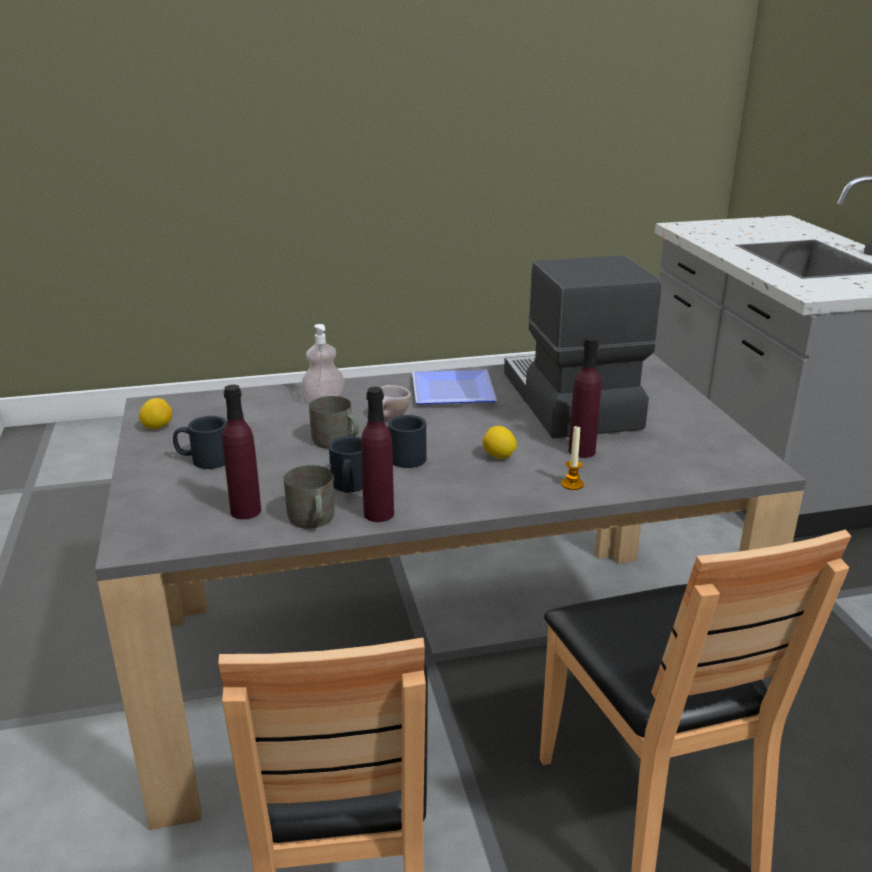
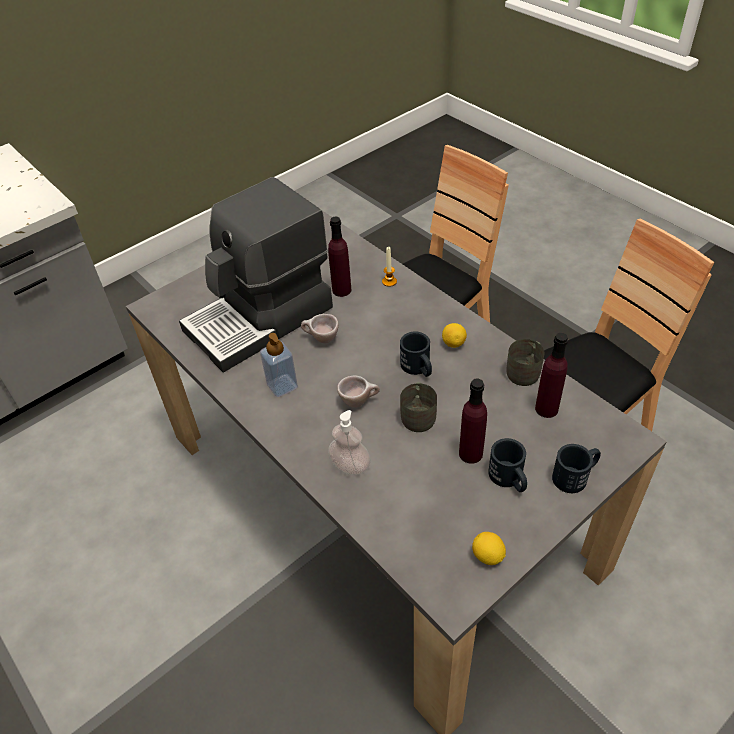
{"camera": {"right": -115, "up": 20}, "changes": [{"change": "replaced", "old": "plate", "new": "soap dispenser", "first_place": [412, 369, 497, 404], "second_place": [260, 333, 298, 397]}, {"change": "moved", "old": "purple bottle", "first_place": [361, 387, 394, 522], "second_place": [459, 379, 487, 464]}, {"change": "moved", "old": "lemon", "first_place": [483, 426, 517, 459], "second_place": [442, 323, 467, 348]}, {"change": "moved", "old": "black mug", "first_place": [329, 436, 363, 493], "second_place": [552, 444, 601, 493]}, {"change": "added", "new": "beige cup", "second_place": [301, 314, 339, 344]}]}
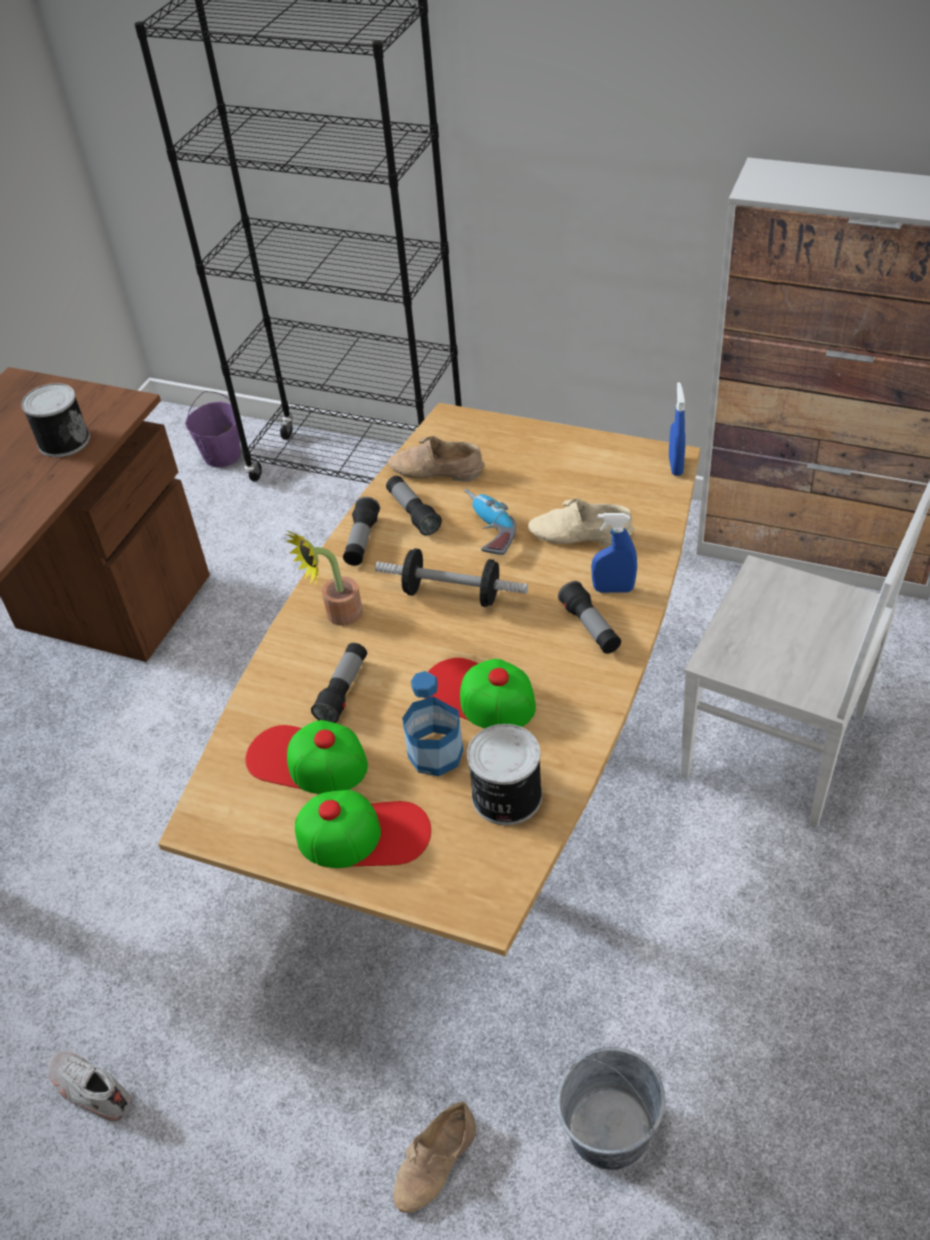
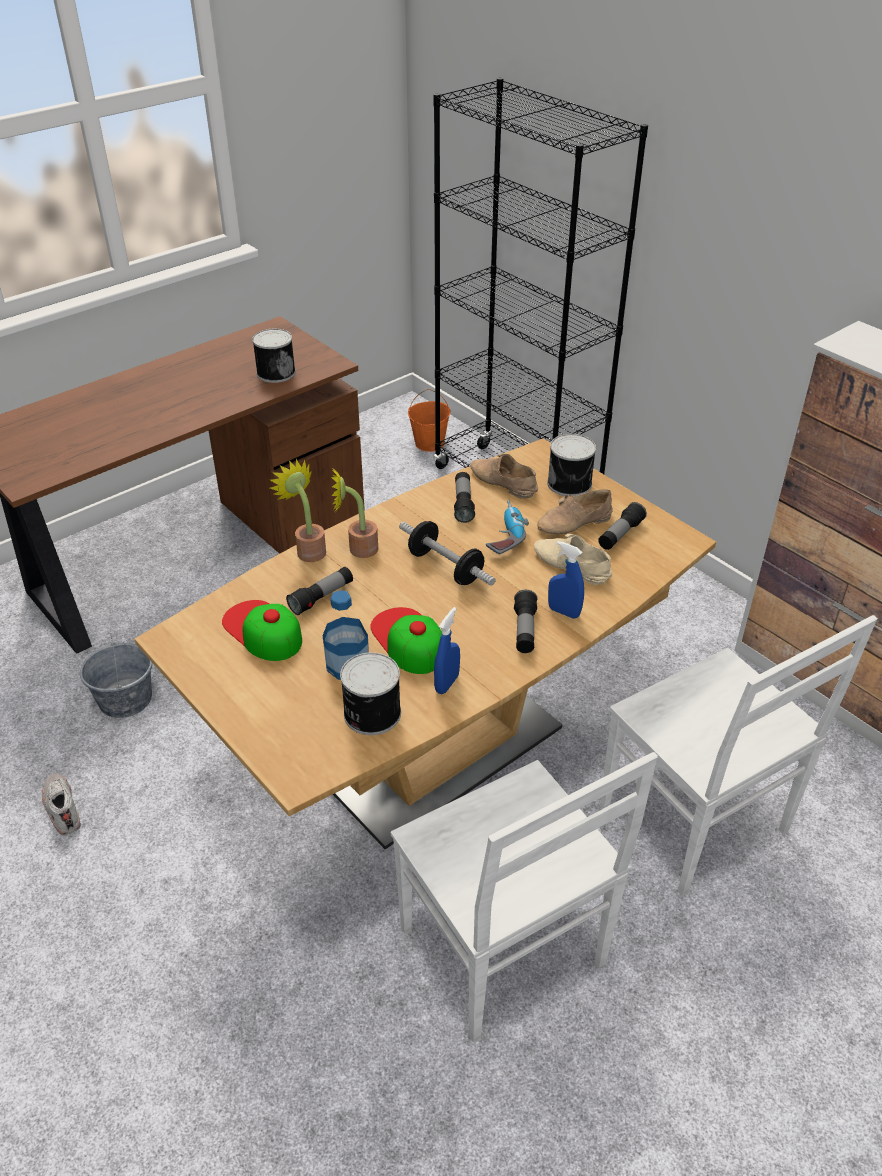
{"camera": {"right": 25, "up": -5}, "changes": [{"change": "moved", "old": "blue spray bottle", "first_place": [669, 382, 685, 476], "second_place": [434, 607, 460, 694]}, {"change": "recoloured", "old": "purple bucket", "new": "orange bucket", "first_place": [185, 391, 241, 467], "second_place": [408, 389, 451, 452]}, {"change": "moved", "old": "flashlight", "first_place": [343, 497, 380, 566], "second_place": [598, 502, 647, 550]}, {"change": "removed", "old": "cap", "first_place": [295, 790, 431, 868]}, {"change": "moved", "old": "grey bucket", "first_place": [557, 1047, 665, 1170], "second_place": [80, 636, 152, 718]}, {"change": "moved", "old": "beige shoe", "first_place": [393, 1101, 476, 1213], "second_place": [537, 489, 613, 535]}, {"change": "added", "new": "can", "second_place": [547, 434, 596, 496]}, {"change": "added", "new": "potted plant", "second_place": [270, 459, 326, 562]}, {"change": "added", "new": "white chair", "second_place": [391, 752, 658, 1043]}]}
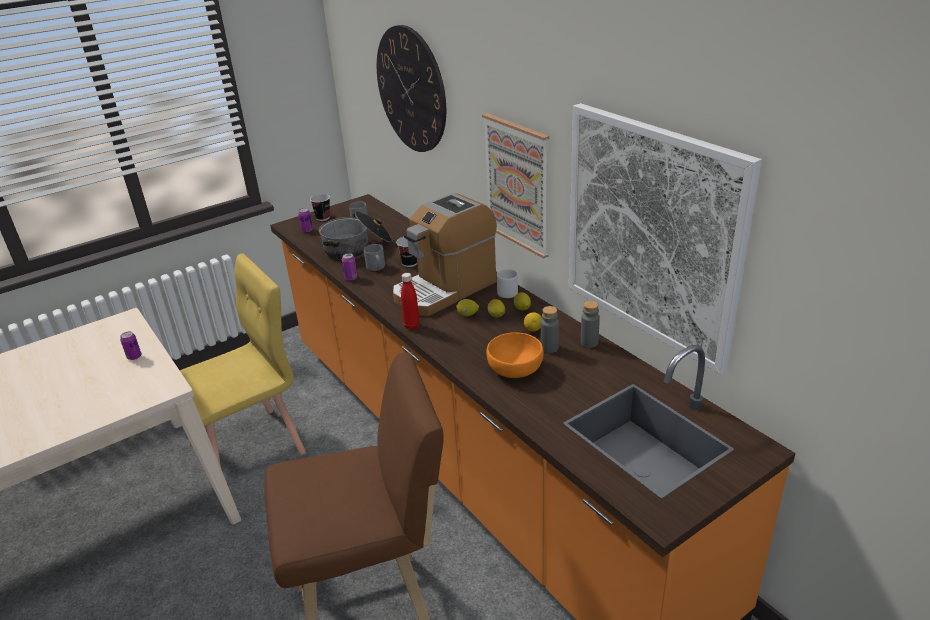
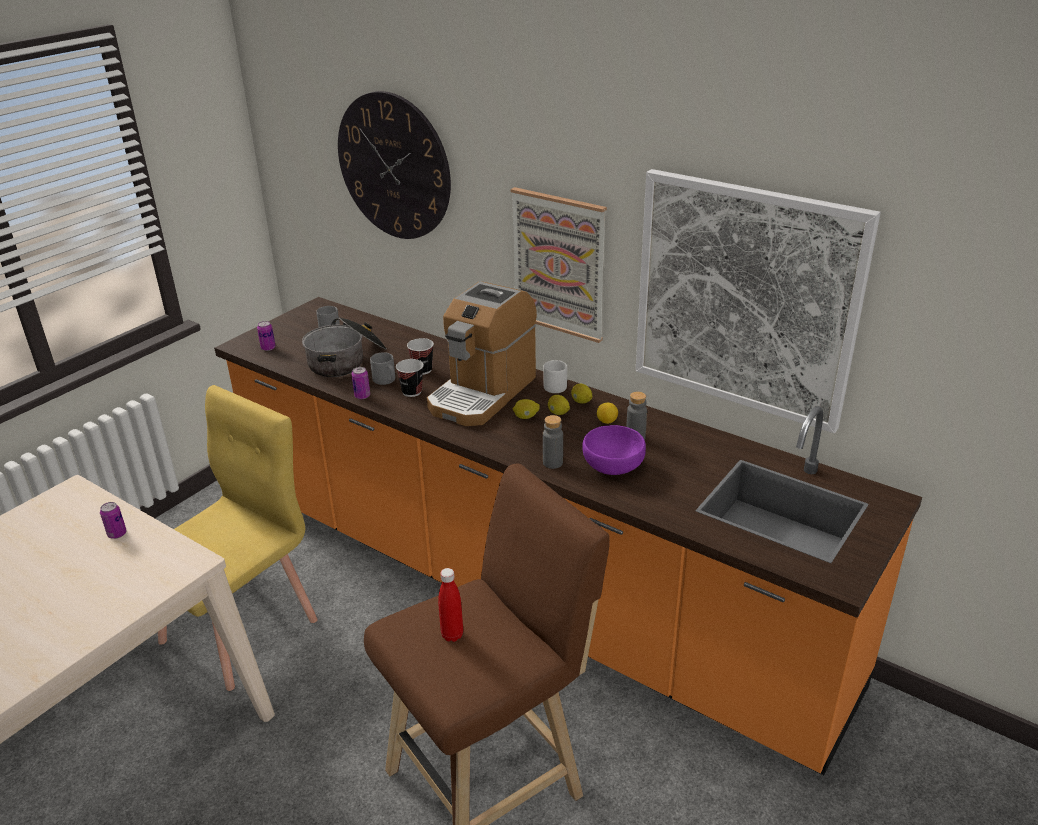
{"camera": {"right": -20, "up": 0}, "changes": [{"change": "moved", "old": "cup", "first_place": [310, 194, 330, 221], "second_place": [396, 359, 424, 397]}, {"change": "moved", "old": "red bottle", "first_place": [401, 273, 420, 330], "second_place": [438, 568, 463, 642]}, {"change": "moved", "old": "grey bottle", "first_place": [581, 301, 600, 348], "second_place": [543, 415, 563, 469]}, {"change": "recoloured", "old": "orange bowl", "new": "purple bowl", "first_place": [486, 332, 544, 378], "second_place": [582, 425, 646, 475]}]}
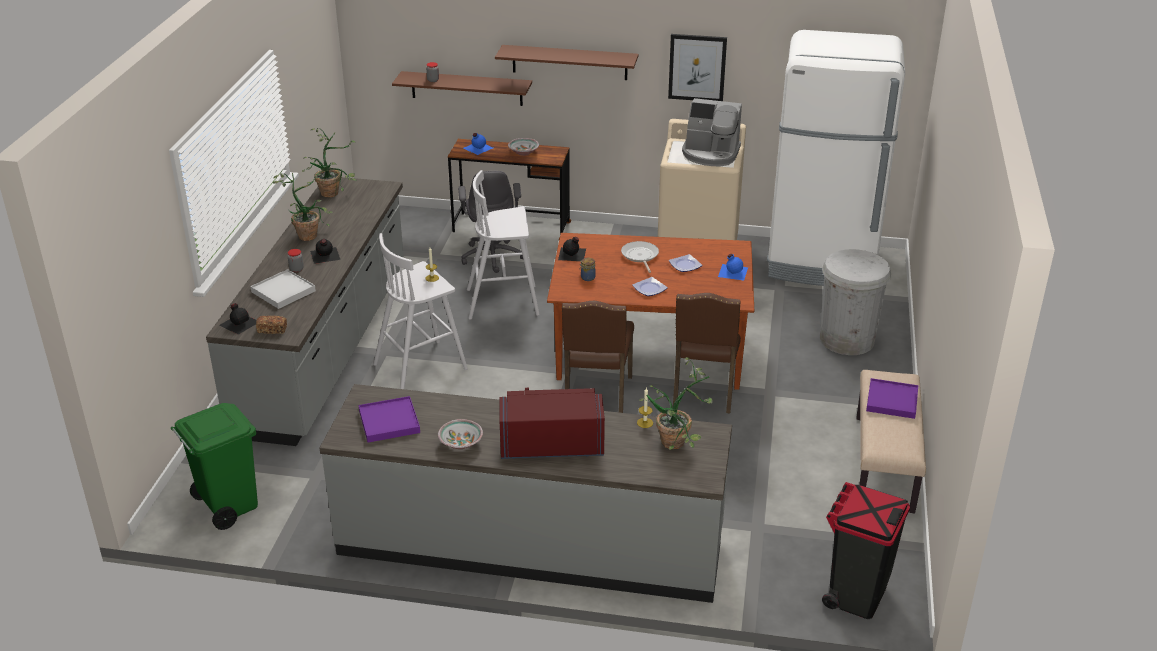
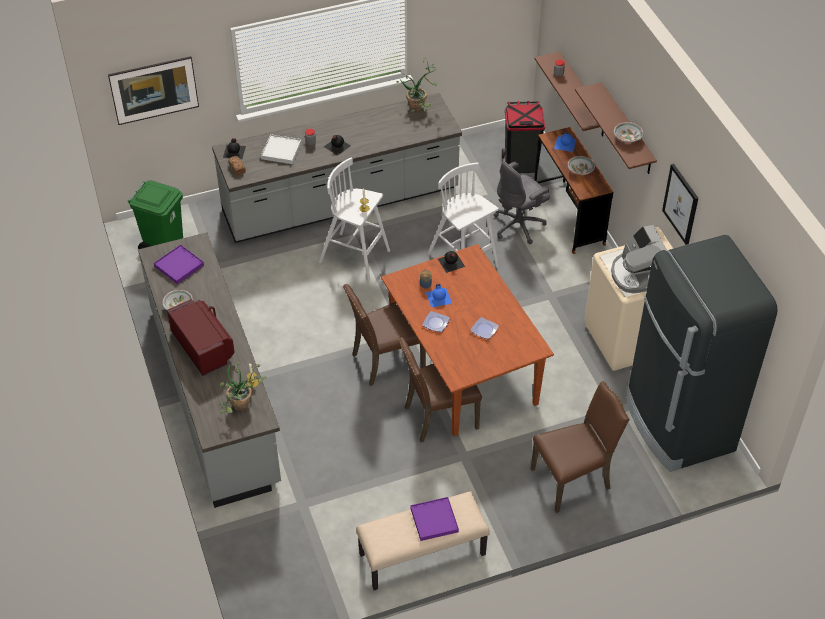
{"camera": {"right": 60, "up": 15}, "changes": [{"change": "recoloured", "old": "white fridge", "new": "black fridge", "first_place": [767, 30, 905, 286], "second_place": [626, 235, 777, 472]}, {"change": "removed", "old": "potted plant", "first_place": [273, 173, 333, 241]}, {"change": "removed", "old": "frying pan", "first_place": [621, 241, 659, 273]}, {"change": "replaced", "old": "white trash can", "new": "brown chair", "first_place": [820, 249, 891, 355], "second_place": [531, 381, 630, 513]}, {"change": "moved", "old": "blue bottle", "first_place": [718, 254, 748, 281], "second_place": [426, 284, 452, 308]}, {"change": "moved", "old": "black trash can", "first_place": [822, 482, 910, 619], "second_place": [502, 101, 545, 173]}, {"change": "added", "new": "picture", "second_place": [108, 56, 199, 125]}, {"change": "added", "new": "bowl", "second_place": [614, 122, 644, 143]}]}
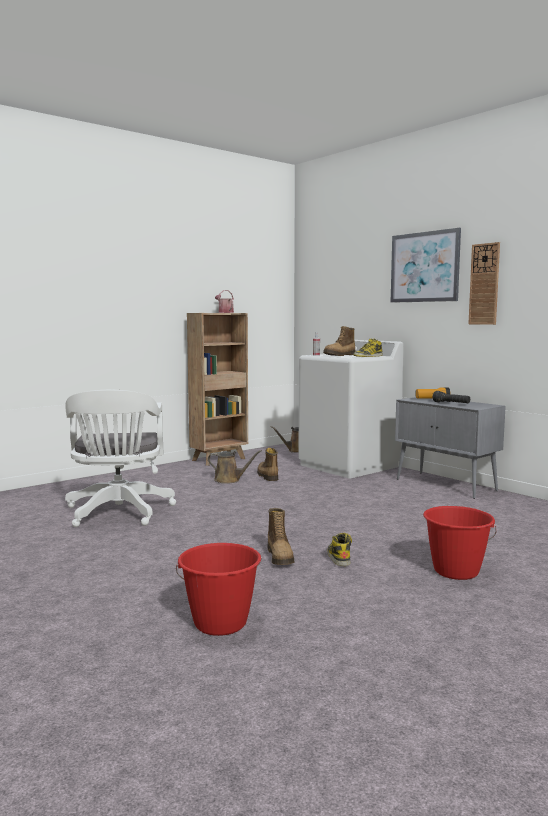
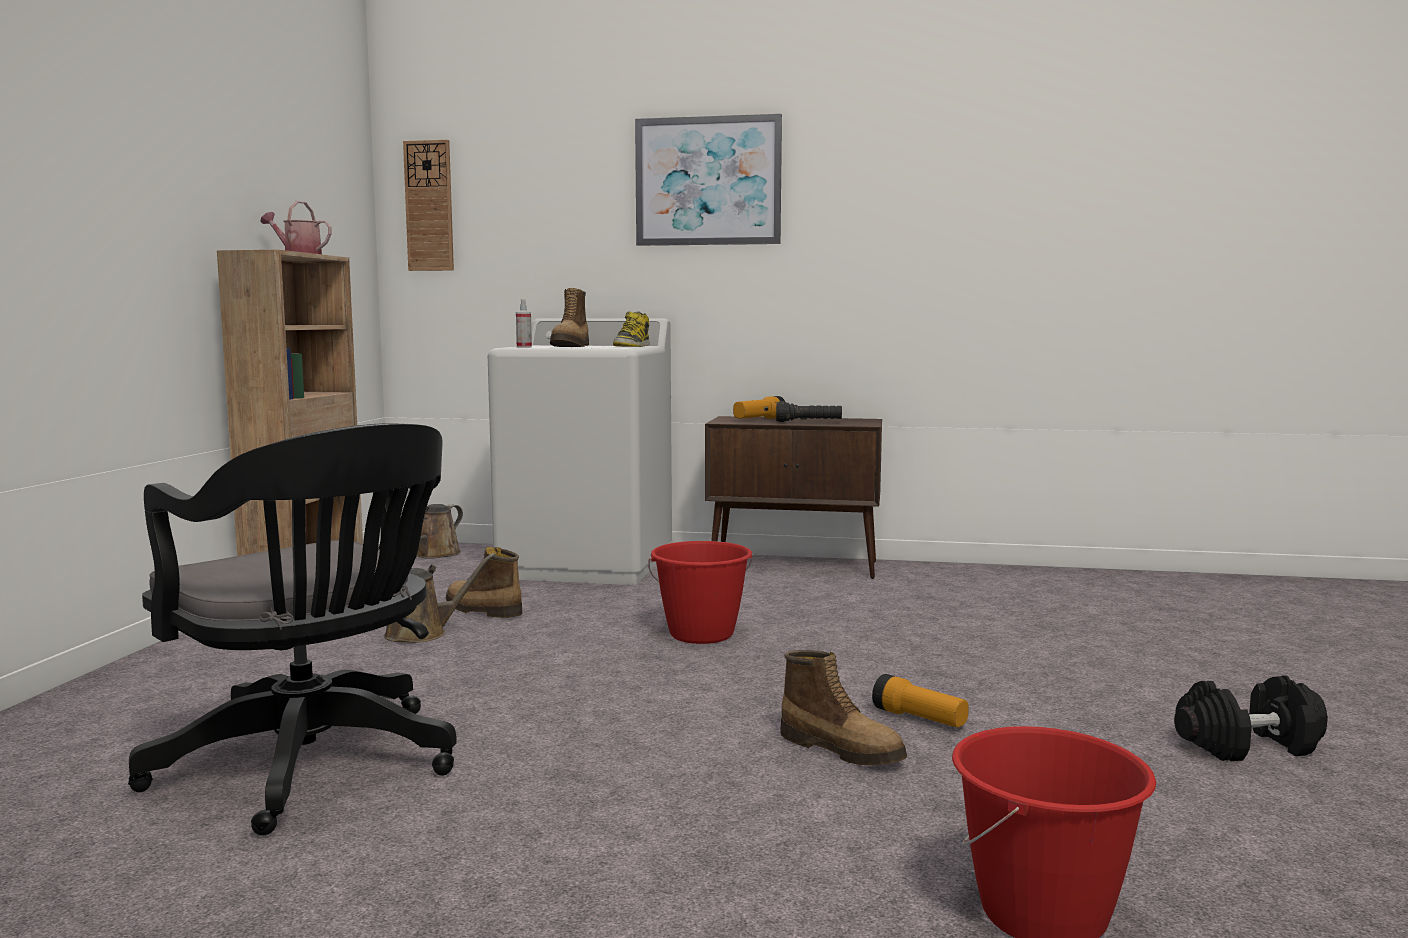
{"camera": {"right": -40, "up": 0}, "changes": [{"change": "moved", "old": "wall clock", "first_place": [468, 242, 500, 325], "second_place": [403, 140, 454, 271]}, {"change": "recoloured", "old": "white office chair", "new": "black office chair", "first_place": [65, 390, 176, 527], "second_place": [128, 423, 457, 836]}, {"change": "recoloured", "old": "grey cabinet", "new": "brown cabinet", "first_place": [395, 397, 506, 499], "second_place": [705, 416, 882, 579]}, {"change": "moved", "old": "red bucket", "first_place": [423, 506, 496, 580], "second_place": [648, 541, 753, 644]}, {"change": "replaced", "old": "boot", "new": "flashlight", "first_place": [328, 533, 352, 566], "second_place": [872, 674, 969, 728]}, {"change": "added", "new": "black dumbbell", "second_place": [1174, 675, 1328, 761]}]}
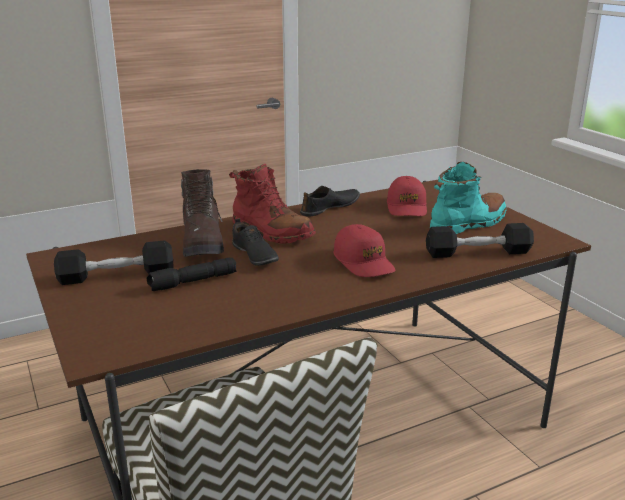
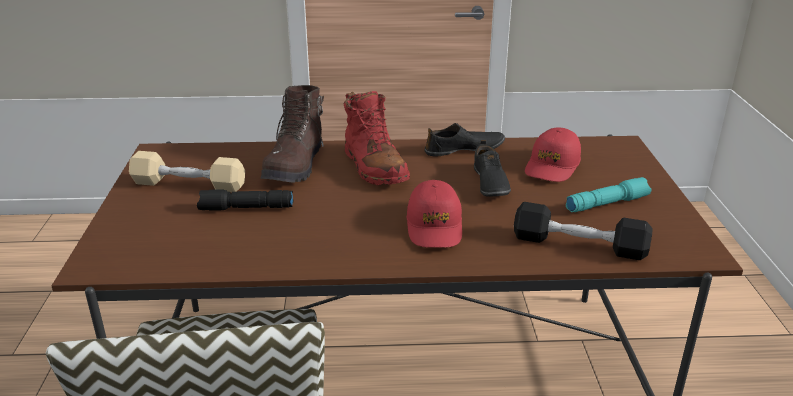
{"camera": {"right": 25, "up": 5}, "changes": [{"change": "replaced", "old": "turquoise boot", "new": "turquoise flashlight", "first_place": [430, 162, 506, 234], "second_place": [566, 177, 651, 212]}, {"change": "moved", "old": "black shoe", "first_place": [232, 218, 279, 266], "second_place": [474, 140, 511, 197]}, {"change": "recoloured", "old": "black dumbbell", "new": "beige dumbbell", "first_place": [54, 240, 174, 285], "second_place": [129, 151, 245, 192]}]}
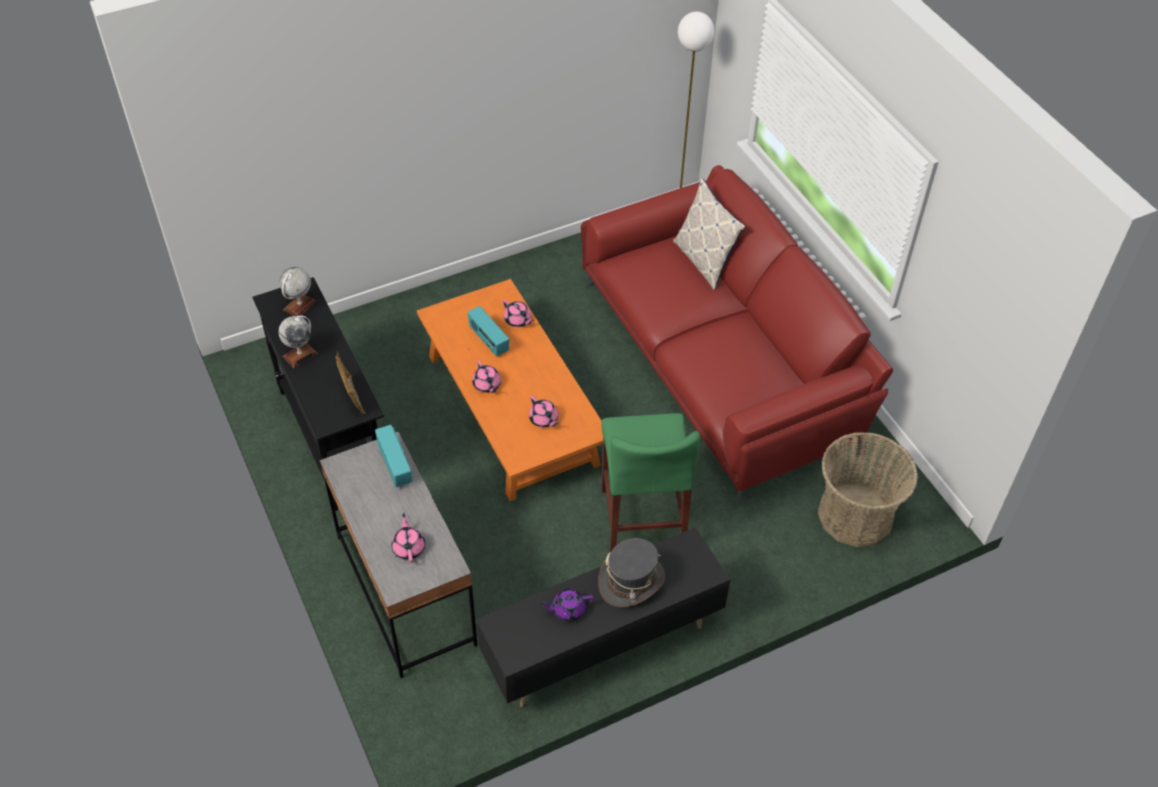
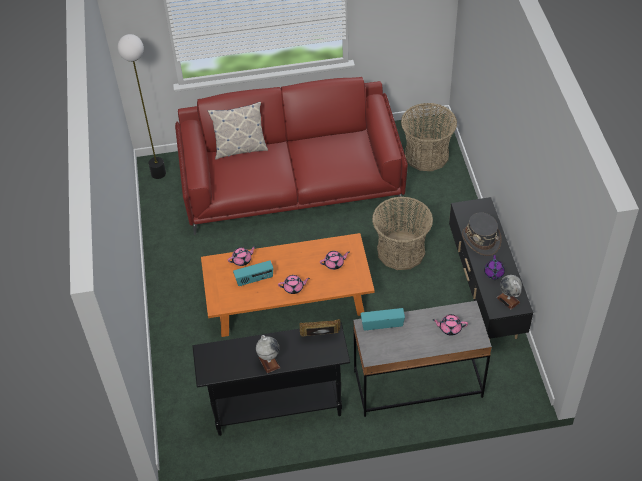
{"camera": {"right": -70, "up": 0}, "changes": [{"change": "moved", "old": "globe", "first_place": [279, 267, 316, 316], "second_place": [497, 275, 522, 310]}, {"change": "replaced", "old": "green stool", "new": "basket", "first_place": [601, 413, 700, 553], "second_place": [372, 196, 433, 270]}]}
